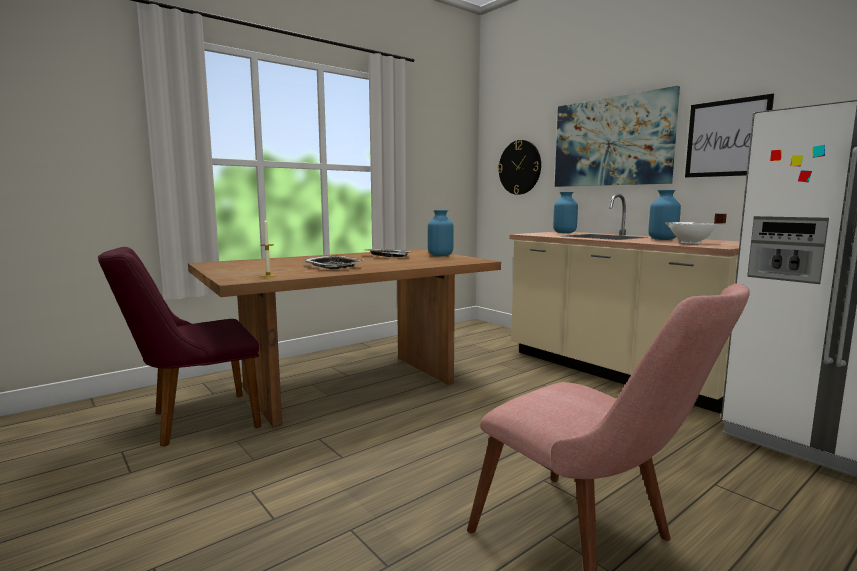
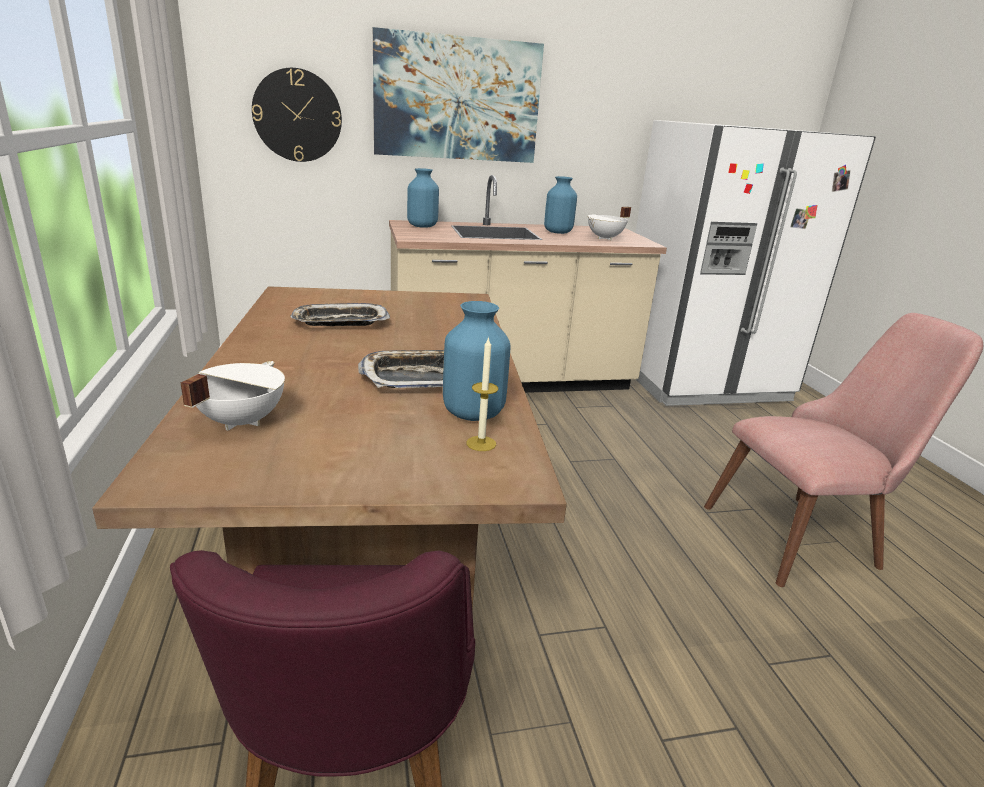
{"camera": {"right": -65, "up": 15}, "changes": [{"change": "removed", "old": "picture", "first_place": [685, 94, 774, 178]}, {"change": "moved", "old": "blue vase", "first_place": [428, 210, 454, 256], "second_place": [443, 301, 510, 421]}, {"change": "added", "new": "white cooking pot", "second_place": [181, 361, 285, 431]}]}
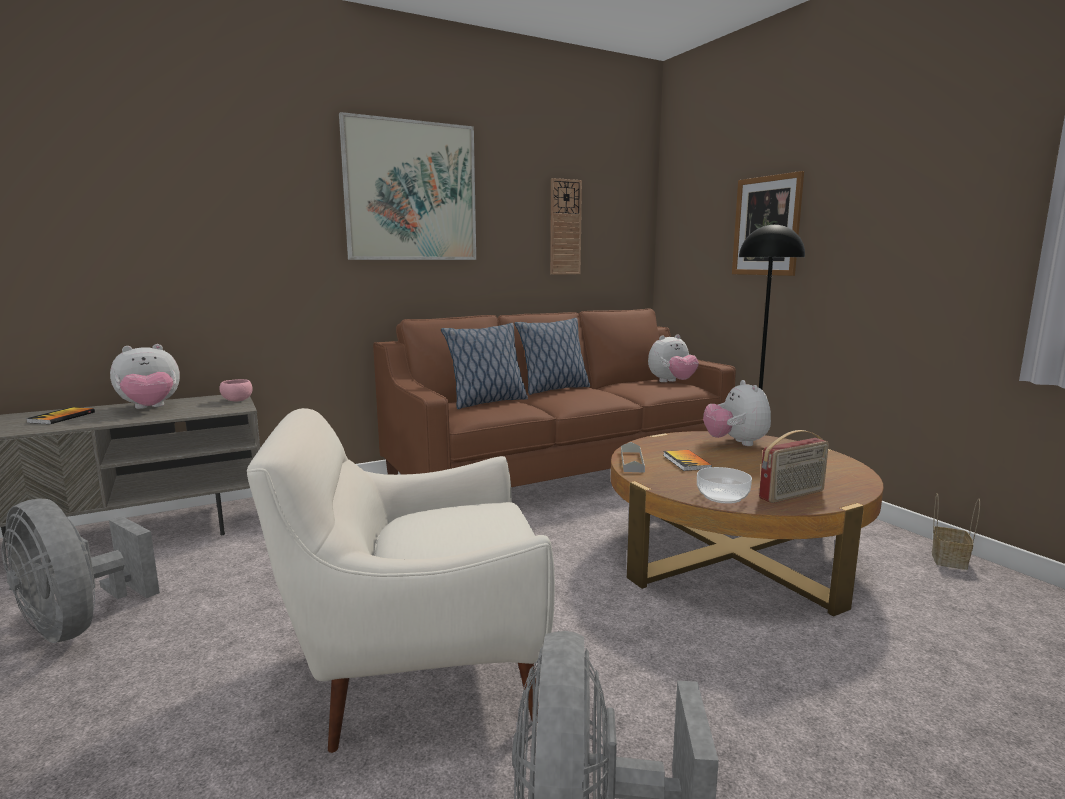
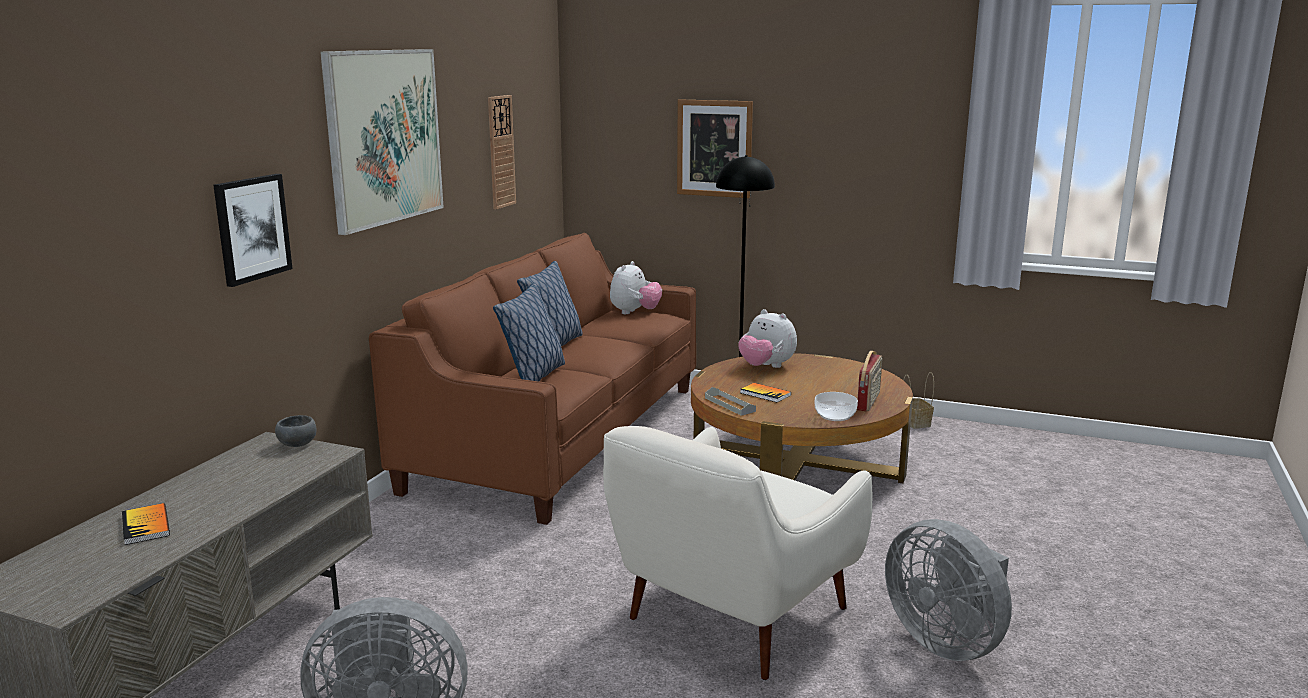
{"camera": {"right": -40, "up": 5}, "changes": [{"change": "removed", "old": "plush toy", "first_place": [110, 344, 180, 409]}, {"change": "recoloured", "old": "pink bowl", "new": "grey bowl", "first_place": [219, 379, 253, 401], "second_place": [275, 415, 317, 447]}, {"change": "added", "new": "picture", "second_place": [213, 174, 293, 287]}]}
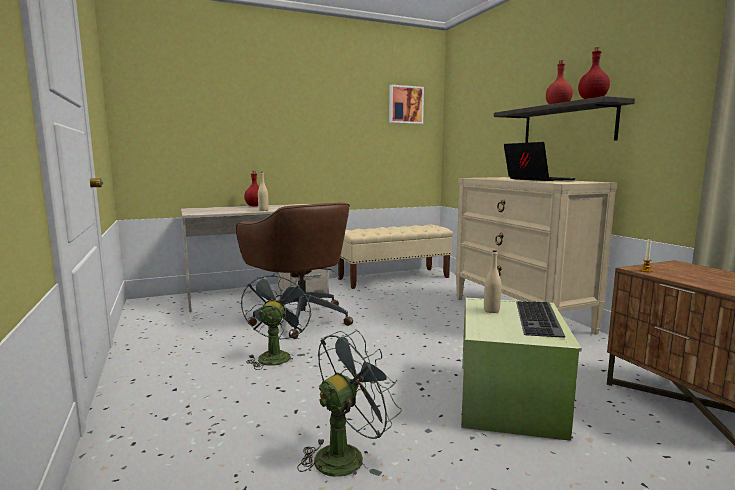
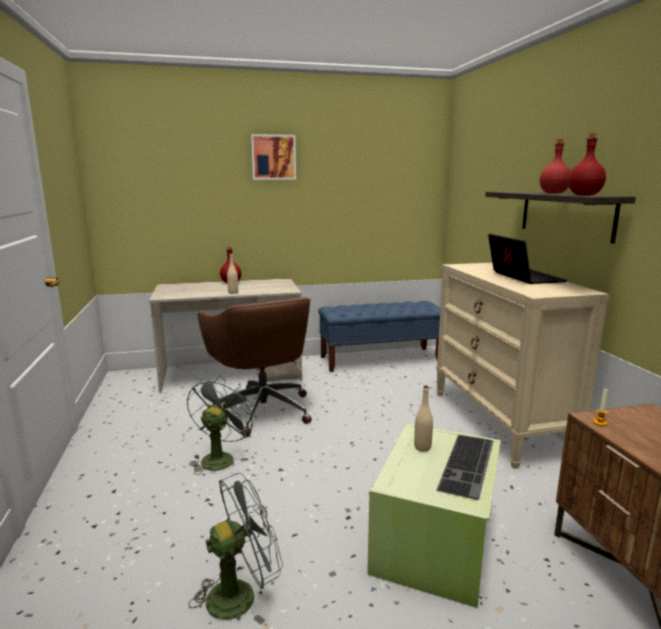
{"camera": {"right": 10, "up": 5}, "changes": [{"change": "moved", "old": "picture", "first_place": [389, 85, 424, 124], "second_place": [251, 134, 296, 180]}, {"change": "recoloured", "old": "beige bench", "new": "blue bench", "first_place": [338, 225, 453, 289], "second_place": [318, 301, 441, 372]}]}
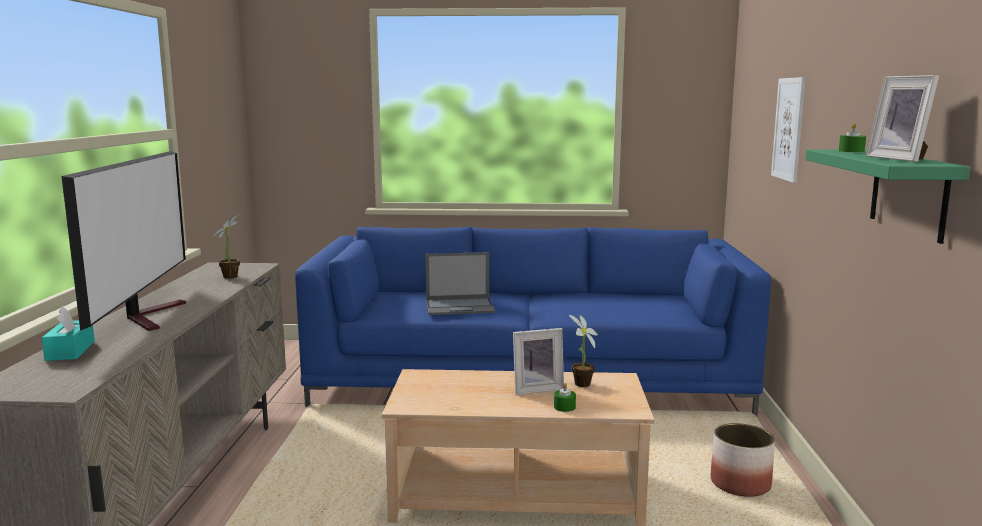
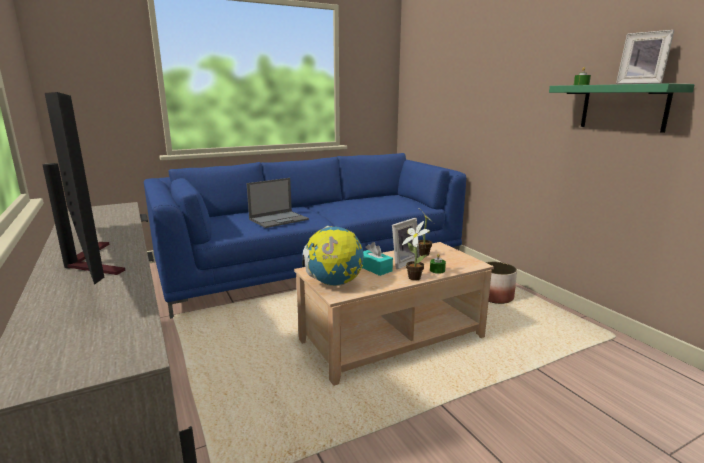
{"camera": {"right": -30, "up": 5}, "changes": [{"change": "removed", "old": "picture", "first_place": [771, 77, 806, 183]}, {"change": "moved", "old": "potted plant", "first_place": [212, 214, 240, 279], "second_place": [402, 221, 430, 280]}, {"change": "moved", "old": "turquoise tissue box", "first_place": [42, 306, 95, 361], "second_place": [362, 242, 393, 276]}, {"change": "added", "new": "globe", "second_place": [302, 226, 364, 286]}]}
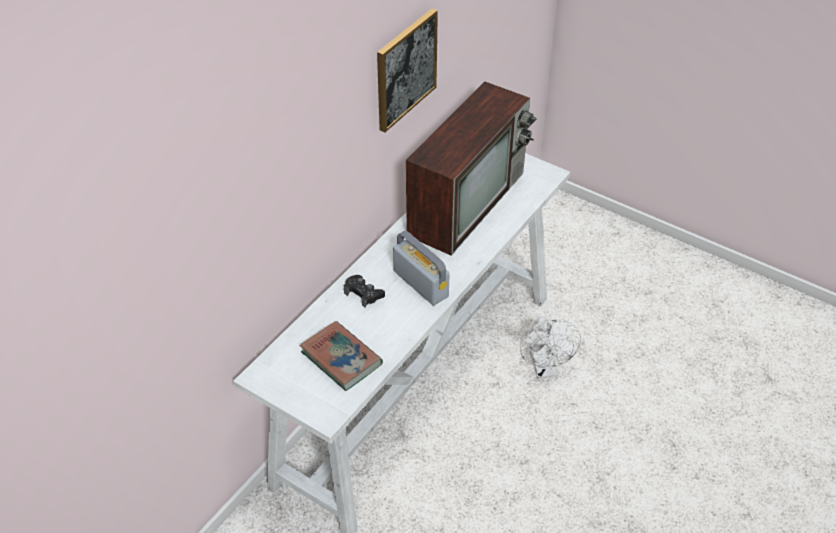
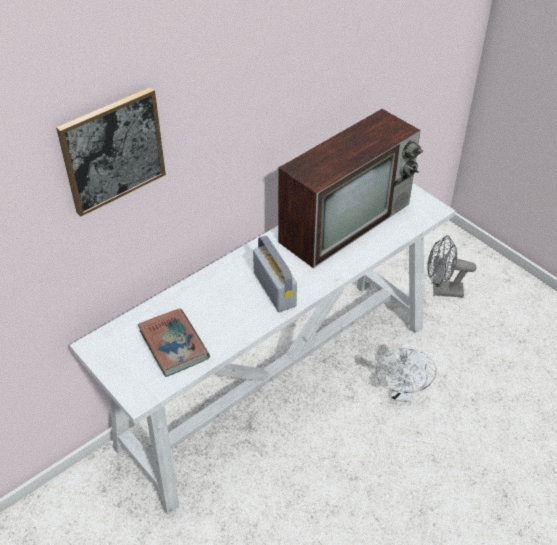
{"camera": {"right": 15, "up": 0}, "changes": [{"change": "moved", "old": "picture", "first_place": [377, 9, 438, 132], "second_place": [56, 87, 166, 217]}, {"change": "removed", "old": "black game controller", "first_place": [344, 275, 385, 308]}, {"change": "added", "new": "grey fan", "second_place": [428, 235, 476, 298]}]}
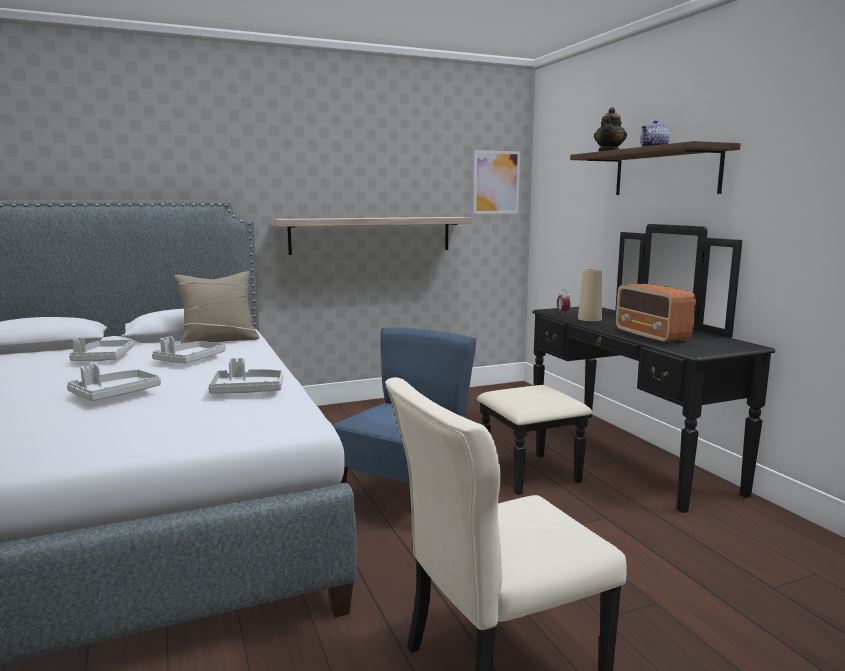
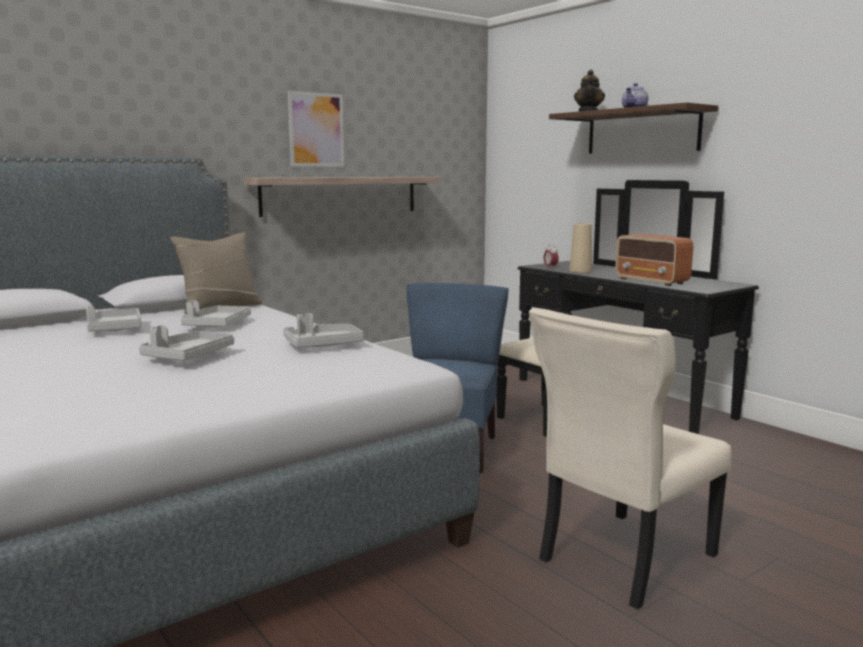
{"camera": {"right": -15, "up": 0}, "changes": [{"change": "moved", "old": "picture", "first_place": [473, 150, 520, 214], "second_place": [288, 91, 344, 167]}]}
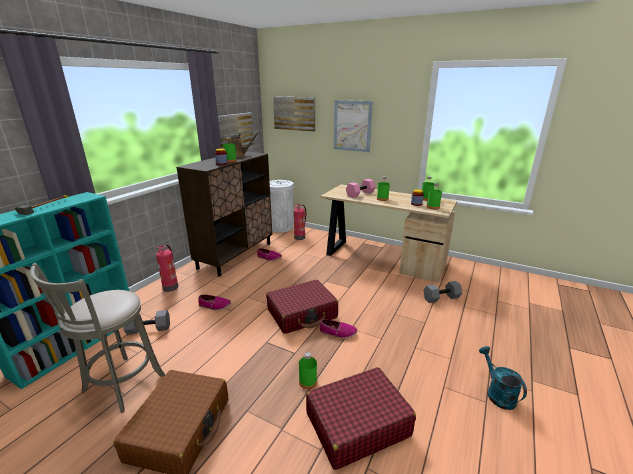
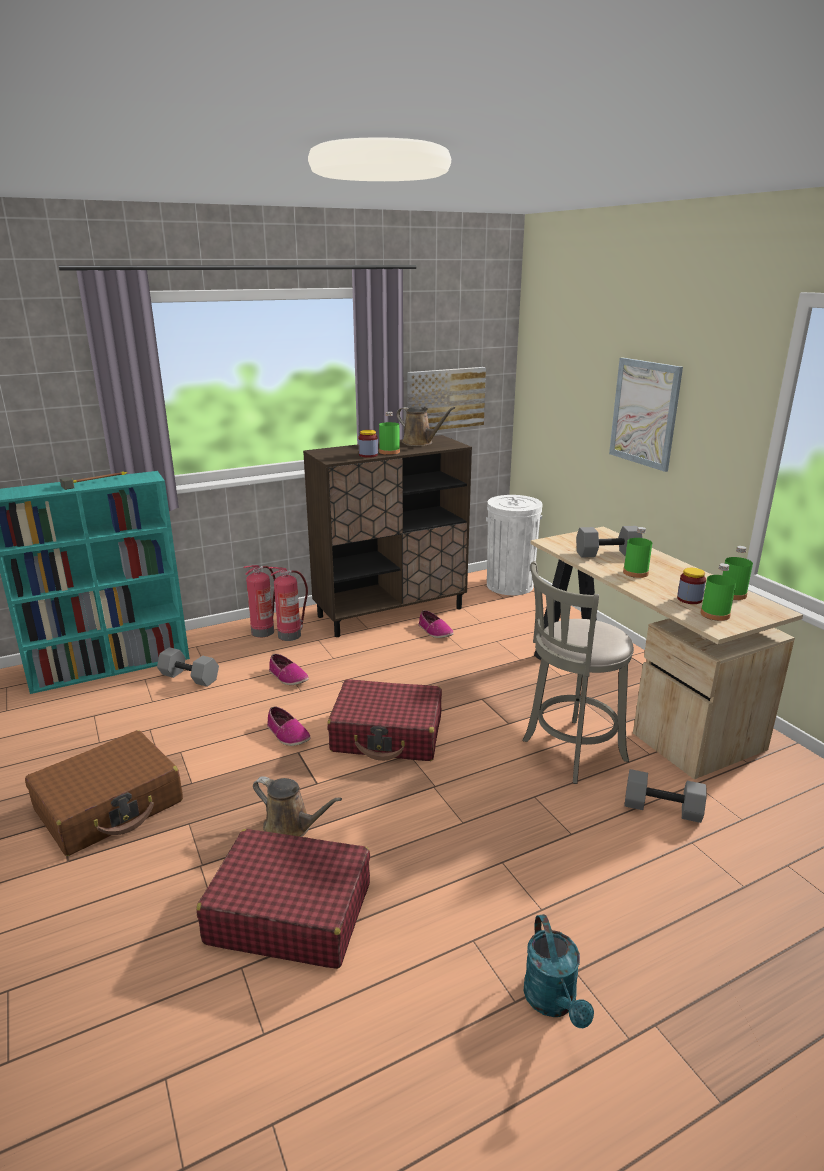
{"camera": {"right": 35, "up": 0}, "changes": [{"change": "removed", "old": "picture", "first_place": [273, 96, 315, 132]}, {"change": "recoloured", "old": "pink dumbbell", "new": "grey dumbbell", "first_place": [346, 179, 376, 198], "second_place": [576, 526, 642, 558]}, {"change": "moved", "old": "fire extinguisher", "first_place": [294, 204, 306, 240], "second_place": [269, 567, 308, 641]}, {"change": "moved", "old": "grey stool", "first_place": [30, 263, 165, 413], "second_place": [522, 561, 634, 784]}, {"change": "moved", "old": "shoe", "first_place": [319, 319, 357, 339], "second_place": [267, 707, 310, 746]}, {"change": "turned", "old": "turquoise watering can", "first_place": [479, 346, 527, 410], "second_place": [524, 914, 594, 1028], "degrees": 150}, {"change": "replaced", "old": "green bottle", "new": "brown watering can", "first_place": [299, 352, 317, 389], "second_place": [253, 776, 342, 837]}]}
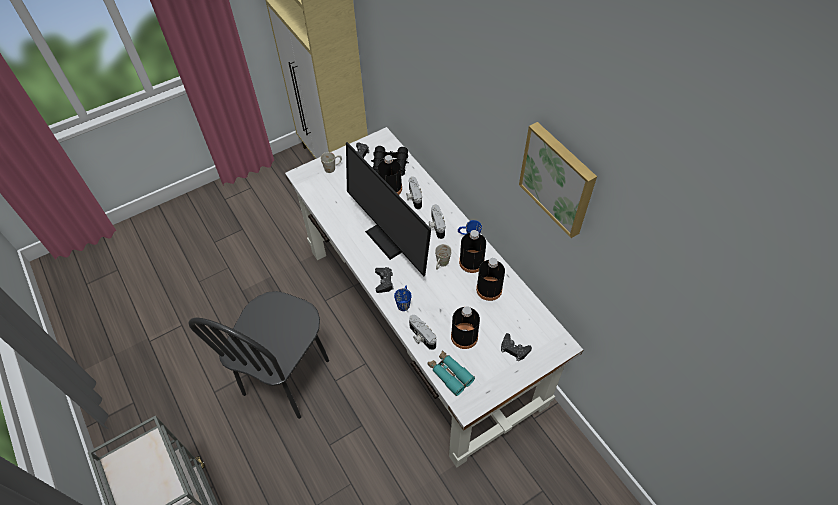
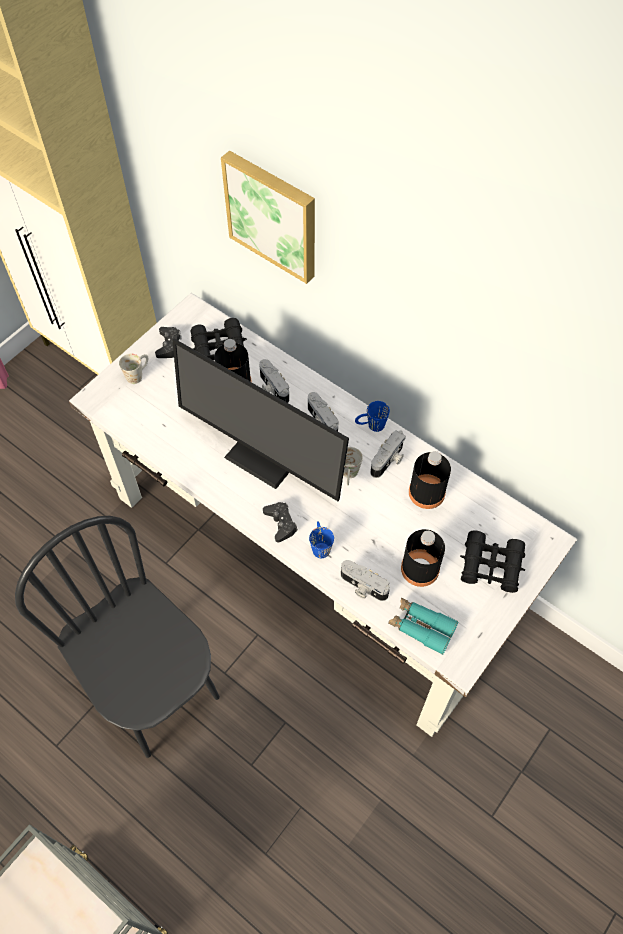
{"camera": {"right": -20, "up": 5}, "changes": [{"change": "moved", "old": "picture", "first_place": [519, 122, 597, 238], "second_place": [221, 151, 315, 284]}, {"change": "replaced", "old": "black bottle", "new": "photo camera", "first_place": [459, 230, 486, 273], "second_place": [370, 430, 406, 478]}, {"change": "turned", "old": "black chair", "first_place": [189, 291, 329, 419], "second_place": [15, 516, 220, 758], "degrees": 135}, {"change": "replaced", "old": "black game controller", "new": "black binoculars", "first_place": [501, 333, 532, 362], "second_place": [460, 531, 525, 593]}]}
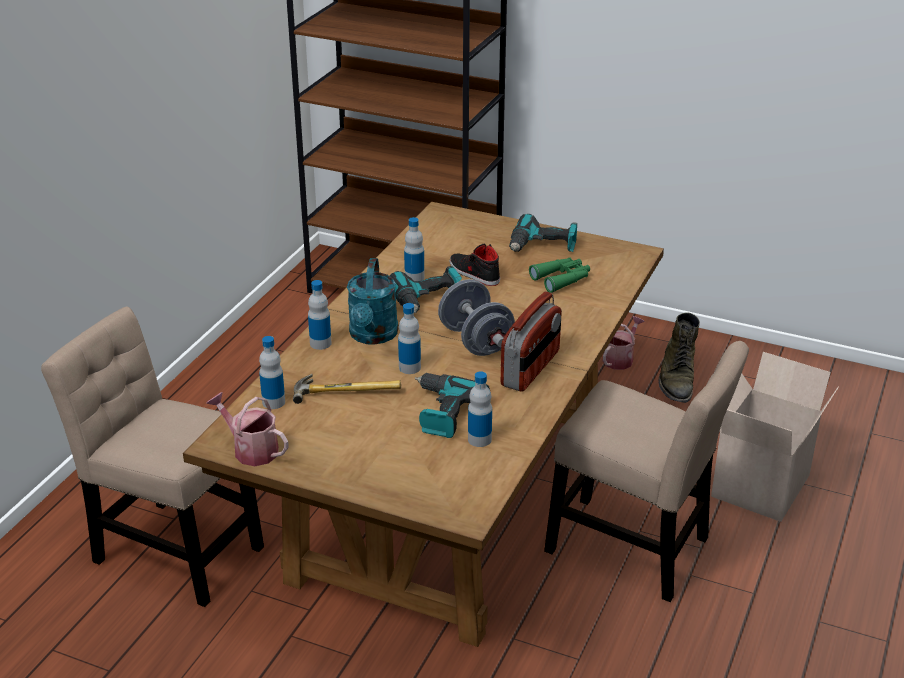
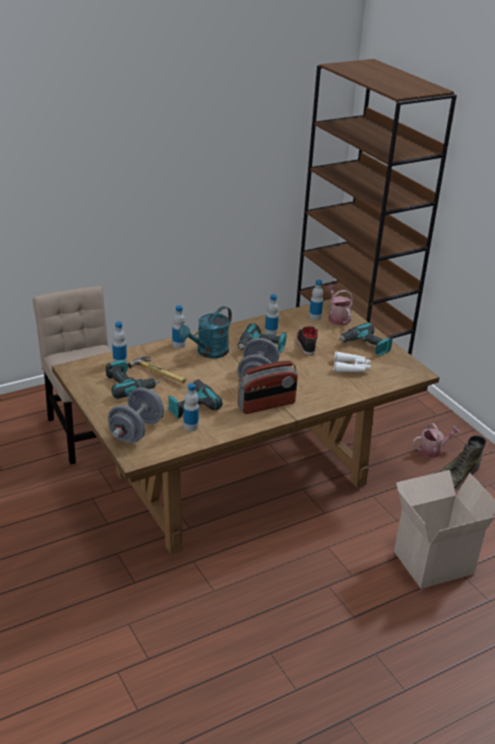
{"camera": {"right": 35, "up": 0}, "changes": [{"change": "recoloured", "old": "green binoculars", "new": "white binoculars", "first_place": [529, 257, 590, 293], "second_place": [334, 351, 371, 372]}, {"change": "moved", "old": "bottle", "first_place": [398, 303, 421, 374], "second_place": [309, 279, 323, 320]}, {"change": "removed", "old": "beige chair", "first_place": [544, 341, 749, 602]}, {"change": "moved", "old": "watering can", "first_place": [206, 392, 288, 466], "second_place": [327, 285, 353, 325]}, {"change": "added", "new": "power drill", "second_place": [106, 360, 160, 399]}, {"change": "added", "new": "grey dumbbell", "second_place": [108, 387, 164, 443]}]}
